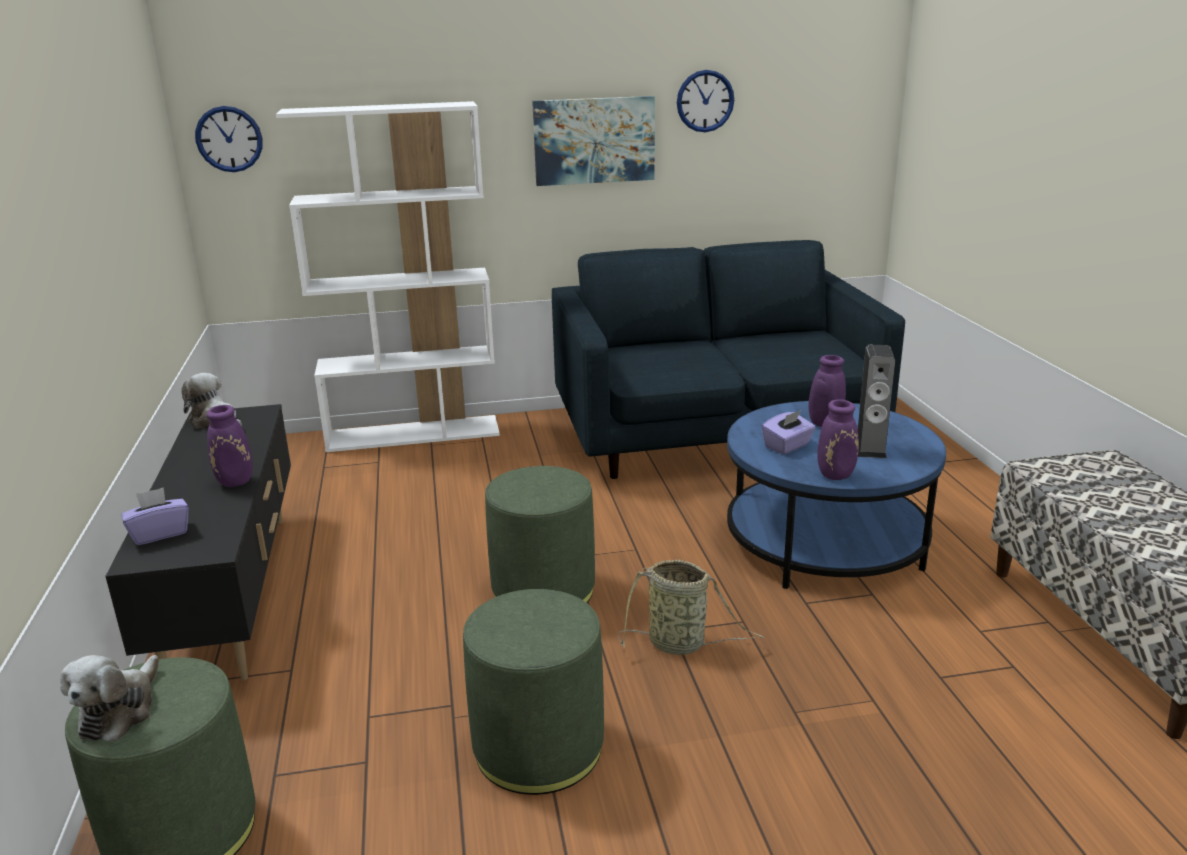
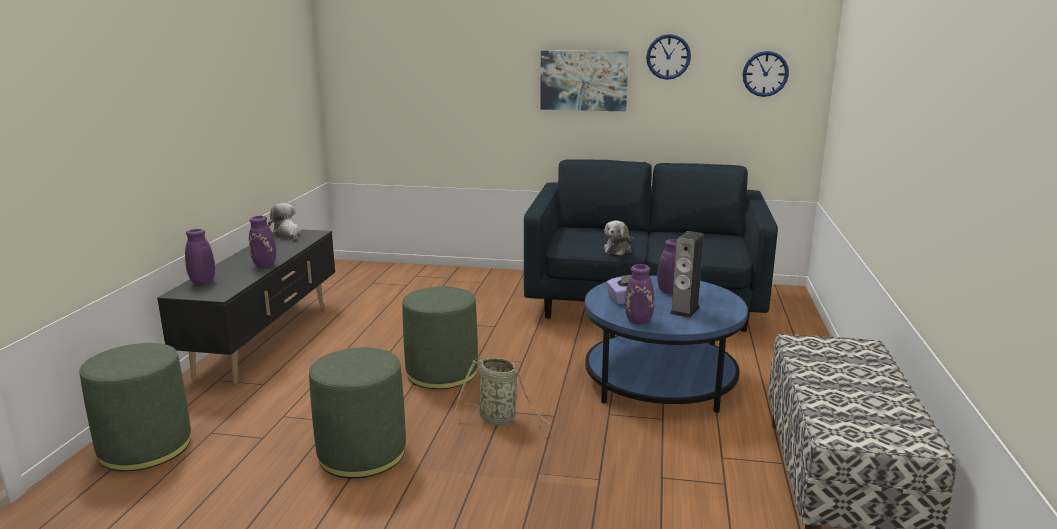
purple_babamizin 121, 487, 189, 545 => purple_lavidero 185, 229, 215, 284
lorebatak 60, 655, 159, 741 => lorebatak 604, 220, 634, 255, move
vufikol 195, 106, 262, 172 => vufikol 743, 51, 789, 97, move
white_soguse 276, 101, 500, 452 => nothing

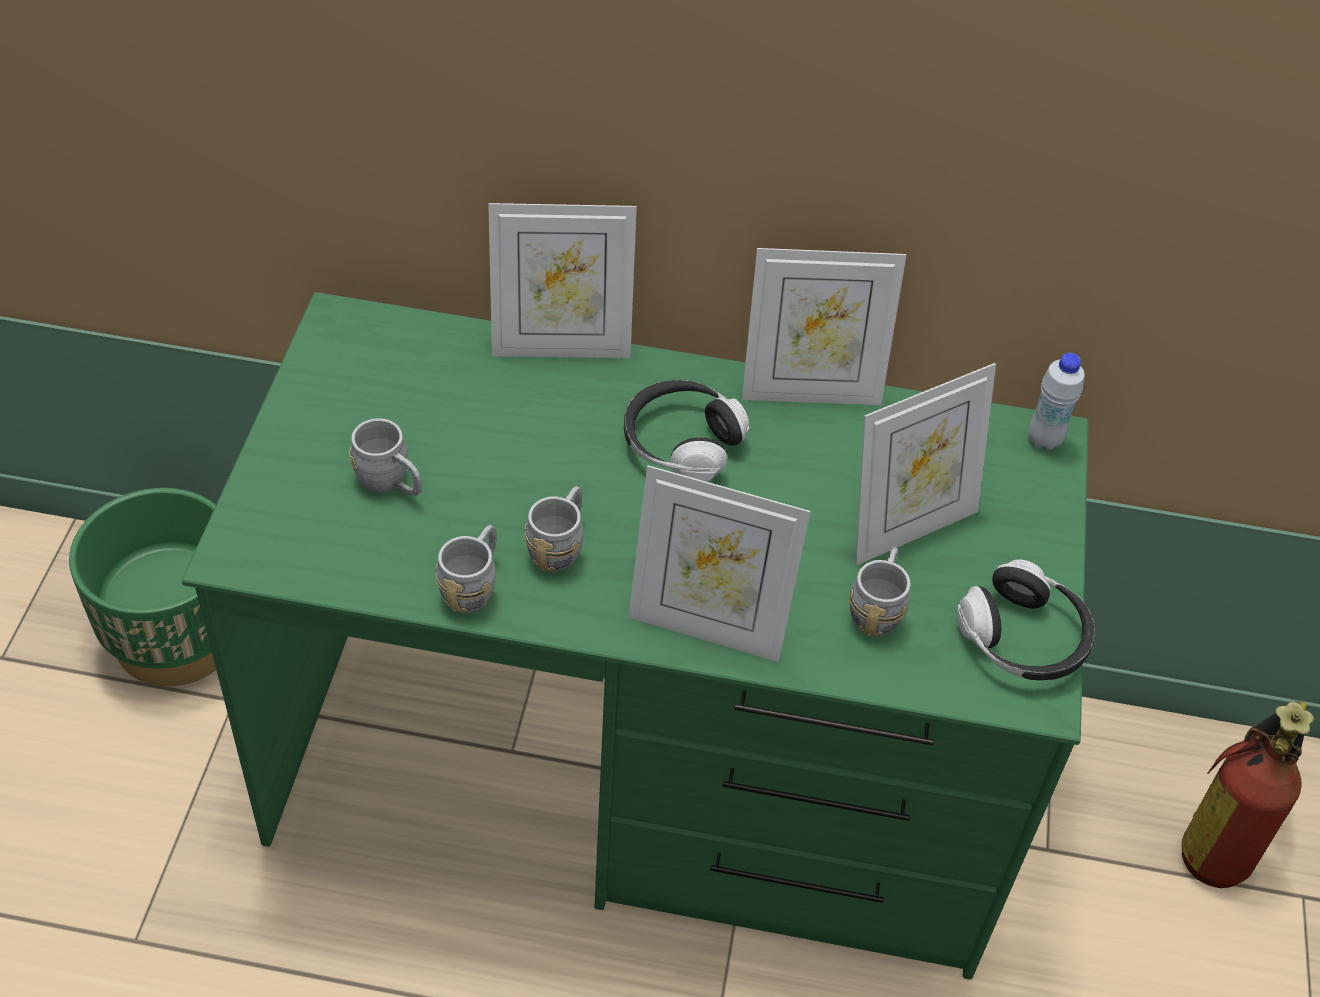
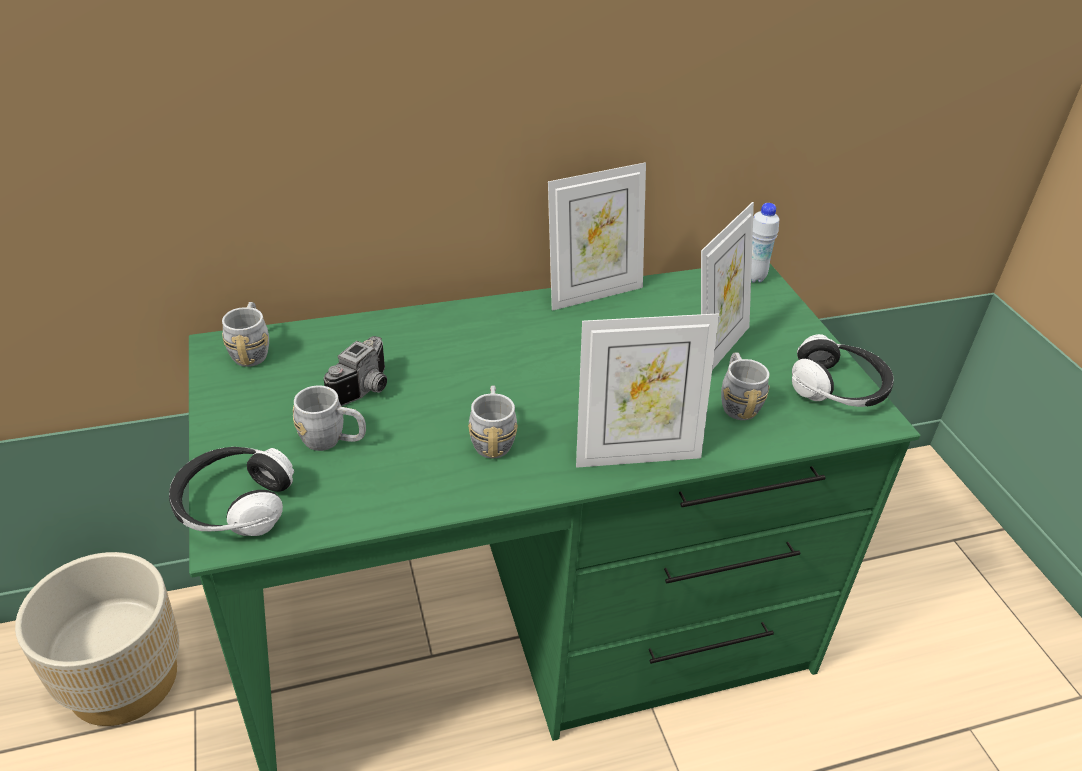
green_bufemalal 69, 488, 216, 686 => beige_bufemalal 15, 552, 179, 726
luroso 624, 380, 749, 482 => luroso 169, 447, 294, 536, move
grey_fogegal 436, 525, 497, 613 => grey_fogegal 222, 302, 269, 367, move
nothing => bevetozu 323, 336, 387, 406
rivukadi 488, 203, 637, 358 => nothing
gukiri 1182, 701, 1314, 888 => nothing

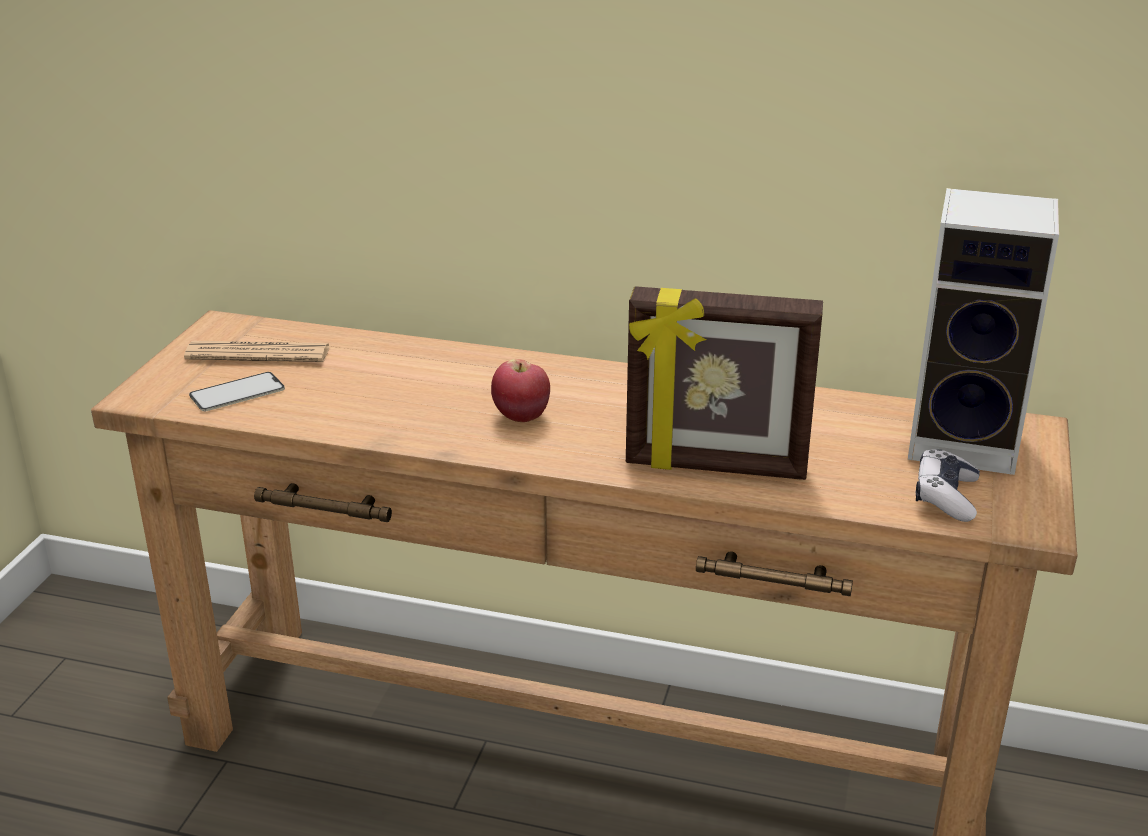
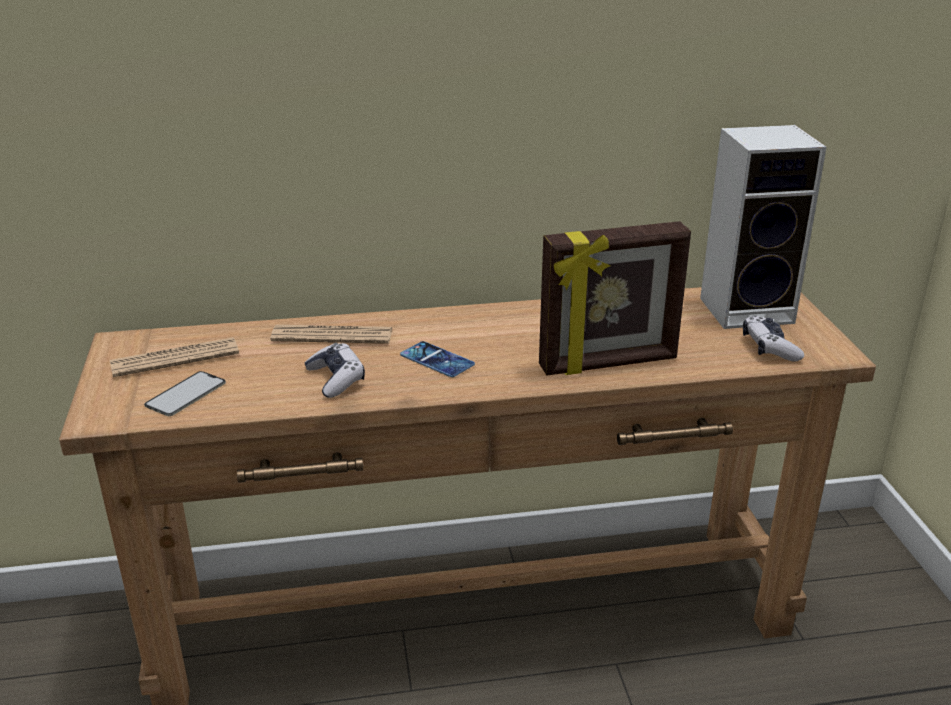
nothing => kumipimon 270, 325, 392, 344
nothing => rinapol 305, 343, 365, 398
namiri 491, 359, 550, 422 => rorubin 400, 341, 475, 377

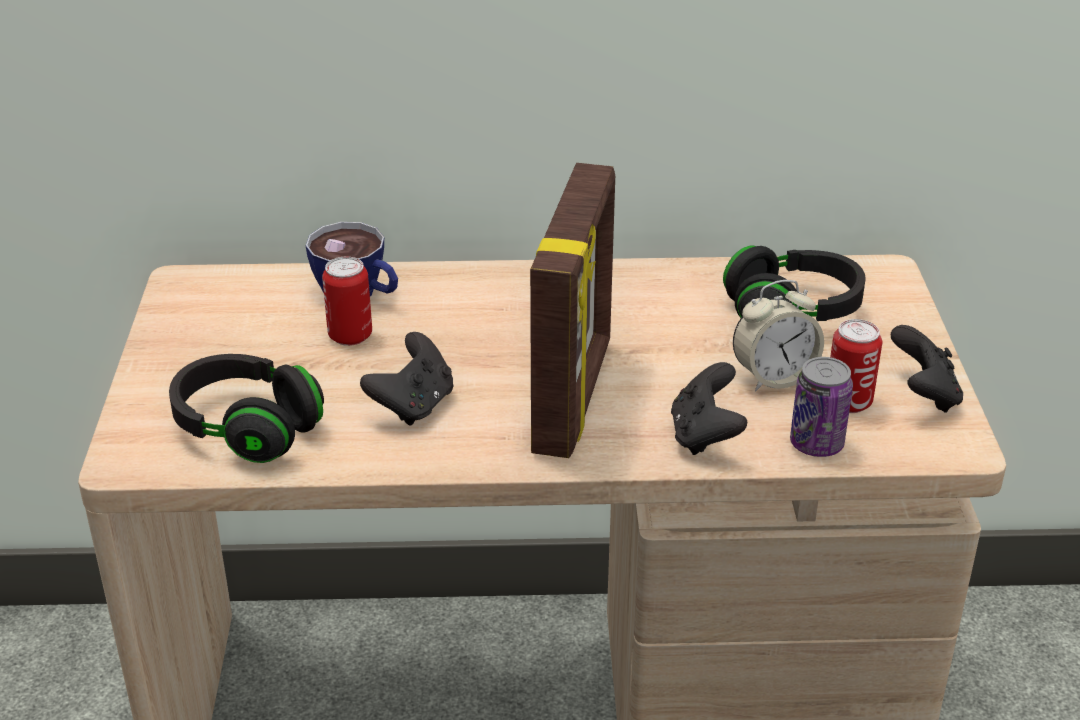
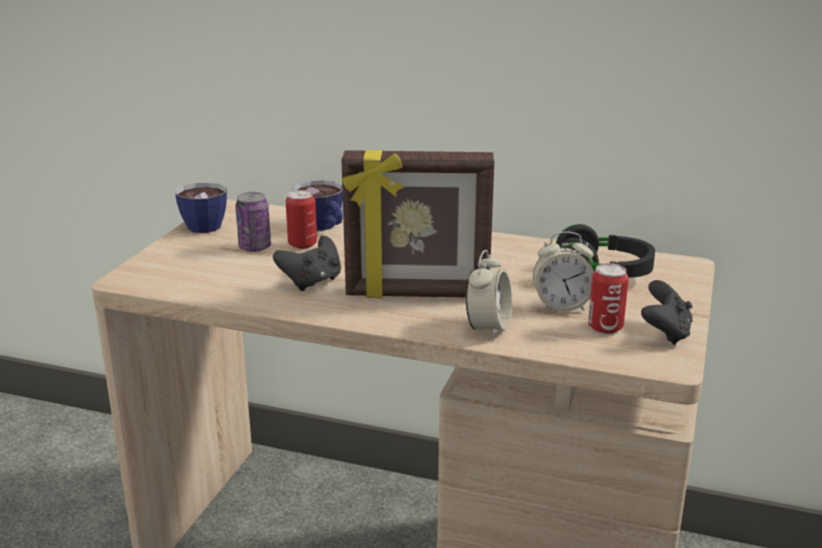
nothing => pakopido 175, 182, 227, 233
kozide 790, 357, 853, 457 => kozide 235, 192, 271, 252, move
rivukadi 530, 163, 615, 458 => rivukadi 341, 150, 494, 298, 60 degrees clockwise
black_rinapol 671, 362, 747, 455 => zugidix 466, 250, 512, 339
black_luroso 169, 354, 324, 463 => nothing

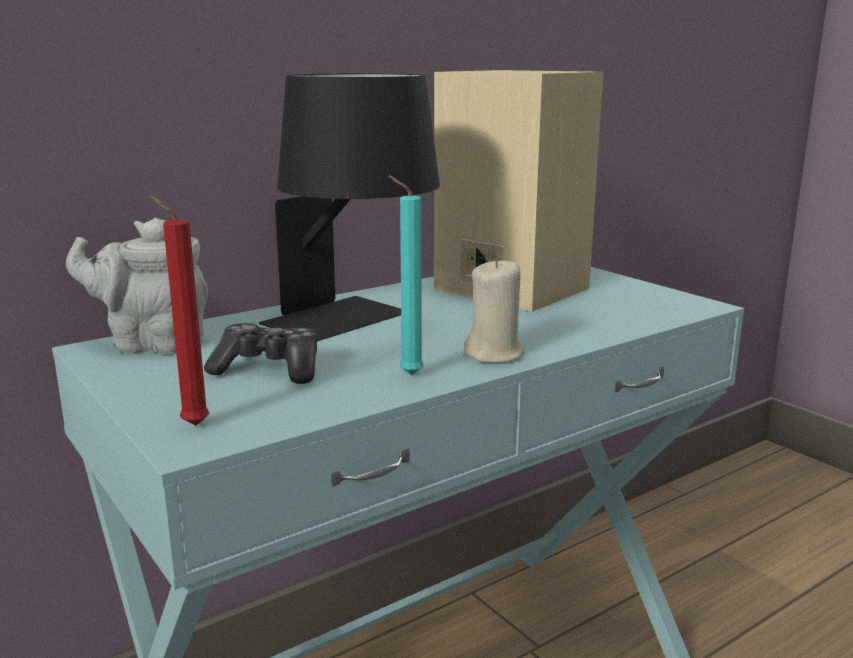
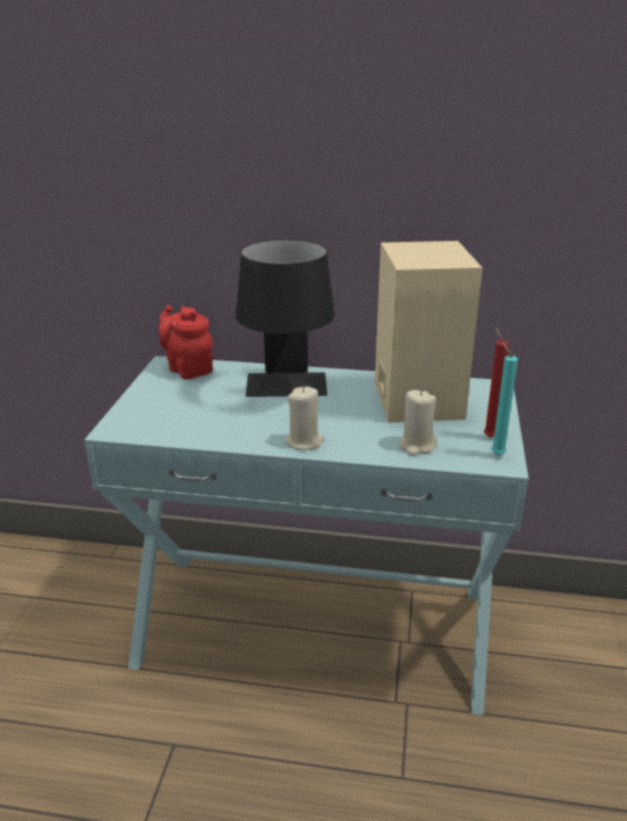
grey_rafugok 66, 218, 208, 354 => red_rafugok 158, 305, 213, 379
nothing => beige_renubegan 399, 390, 437, 455
red_renubegan 150, 196, 210, 426 => red_renubegan 484, 327, 509, 437, move
turquoise_renubegan 388, 175, 424, 375 => turquoise_renubegan 491, 342, 518, 455, move
rinapol 204, 323, 317, 384 => nothing

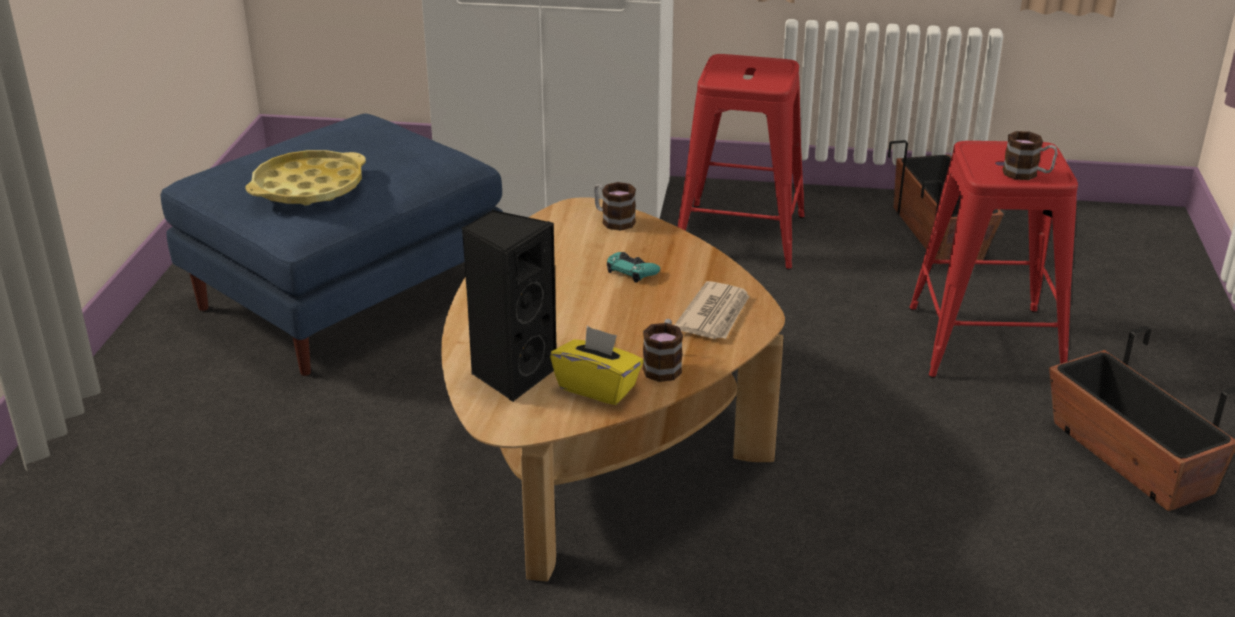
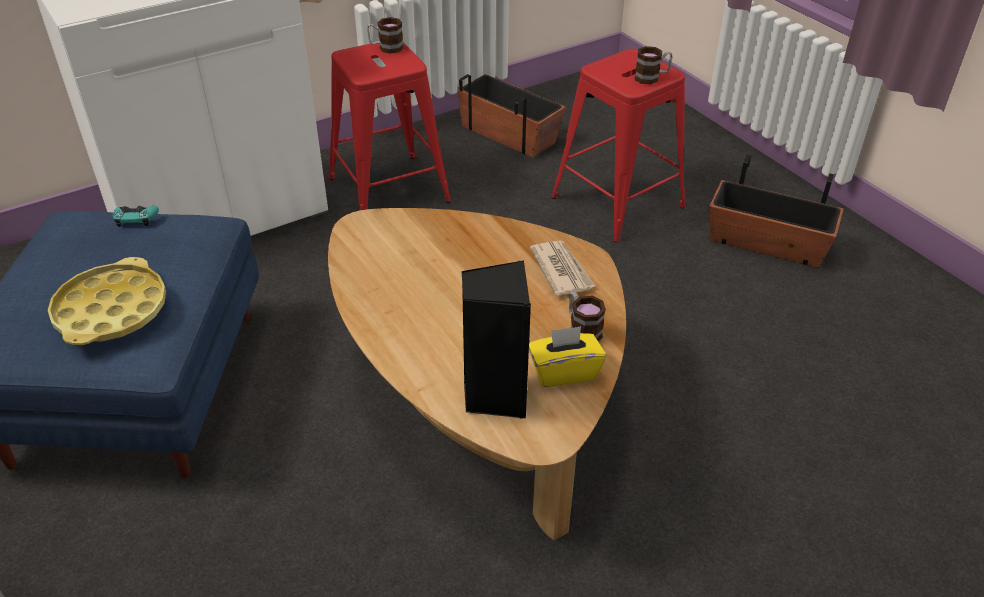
turquoise_rinapol 607, 252, 660, 283 => turquoise_rinapol 113, 206, 159, 227, move
fogegal 594, 182, 636, 231 => fogegal 367, 17, 404, 54, move

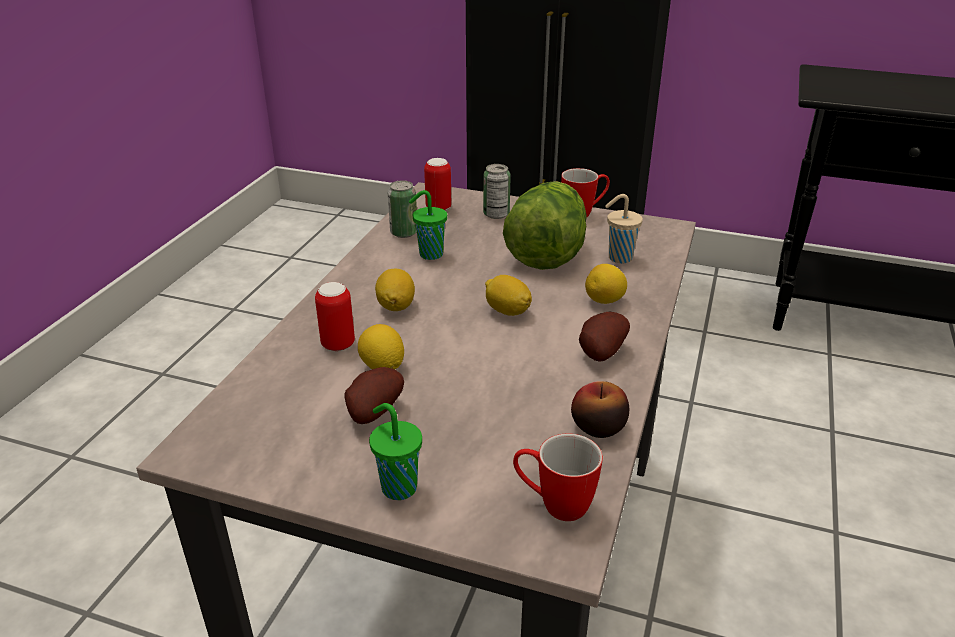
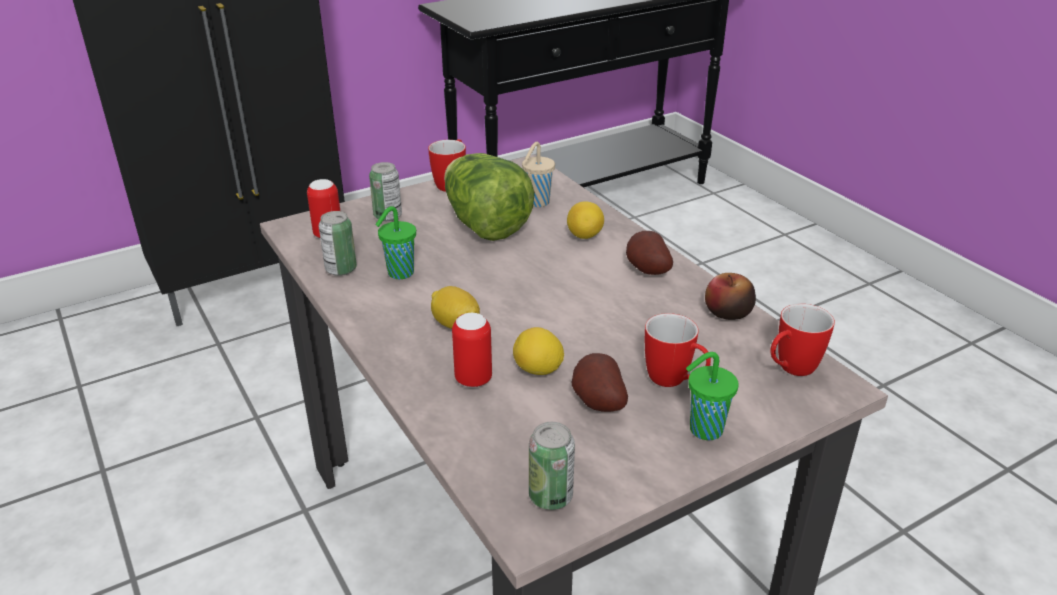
nothing => kozide 529, 422, 575, 510
nothing => fogegal 645, 313, 711, 387
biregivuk 485, 275, 532, 316 => nothing

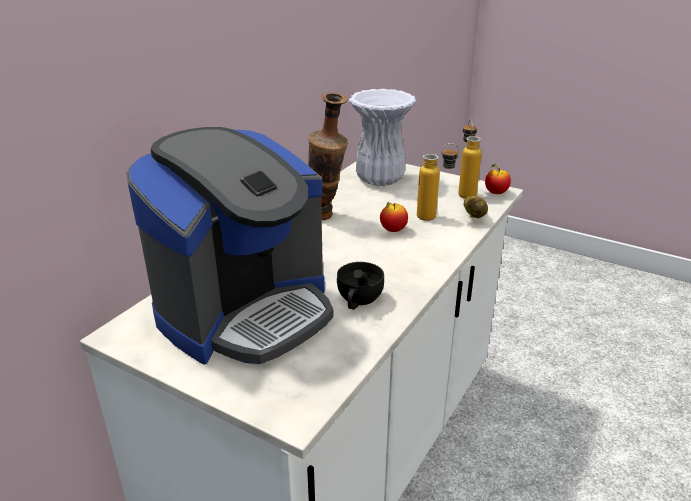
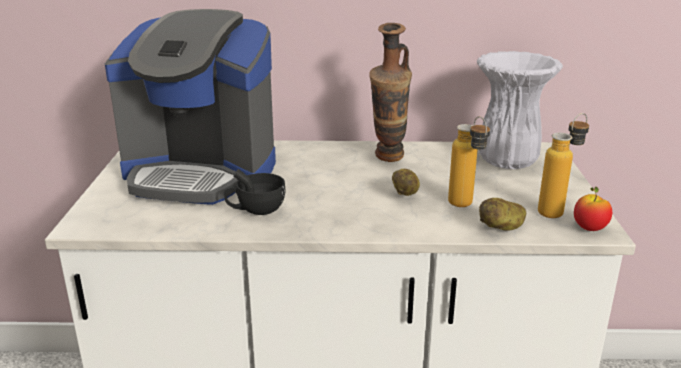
namiri 380, 202, 408, 232 => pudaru 392, 169, 420, 196

